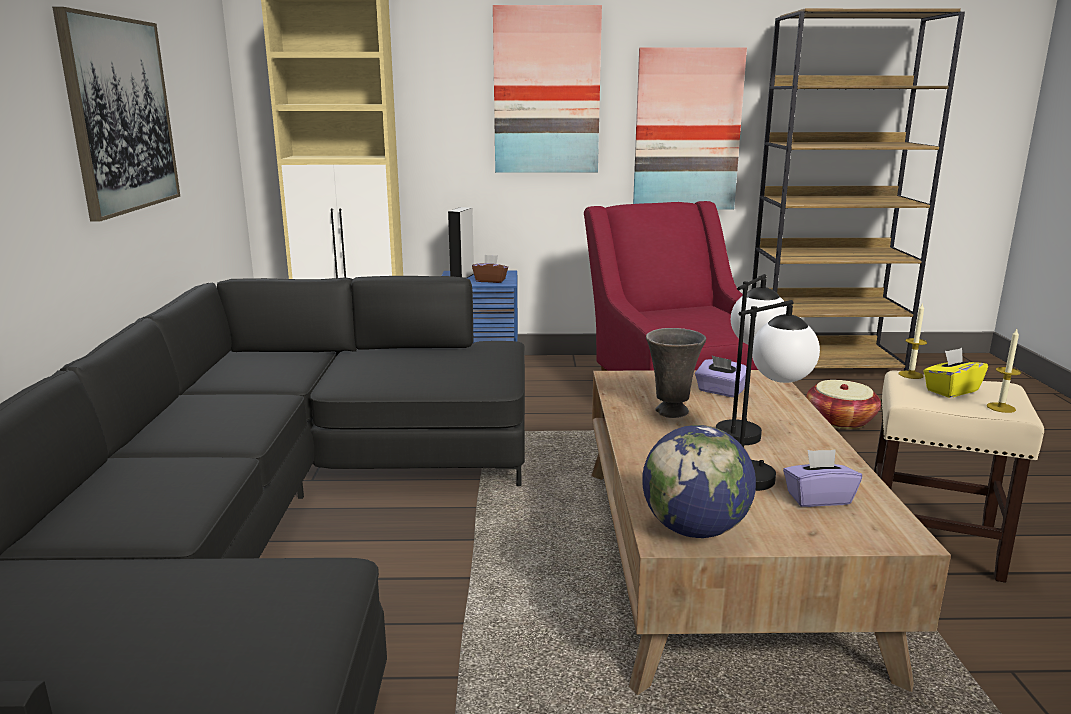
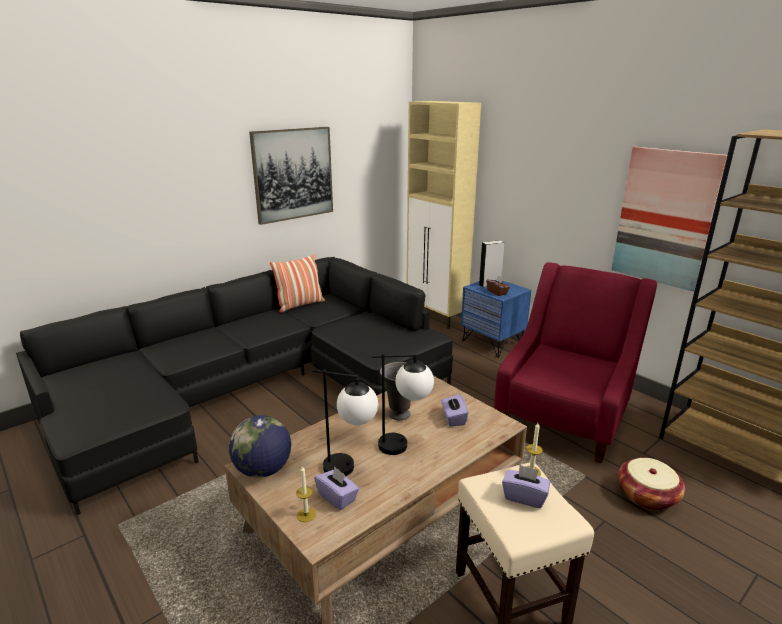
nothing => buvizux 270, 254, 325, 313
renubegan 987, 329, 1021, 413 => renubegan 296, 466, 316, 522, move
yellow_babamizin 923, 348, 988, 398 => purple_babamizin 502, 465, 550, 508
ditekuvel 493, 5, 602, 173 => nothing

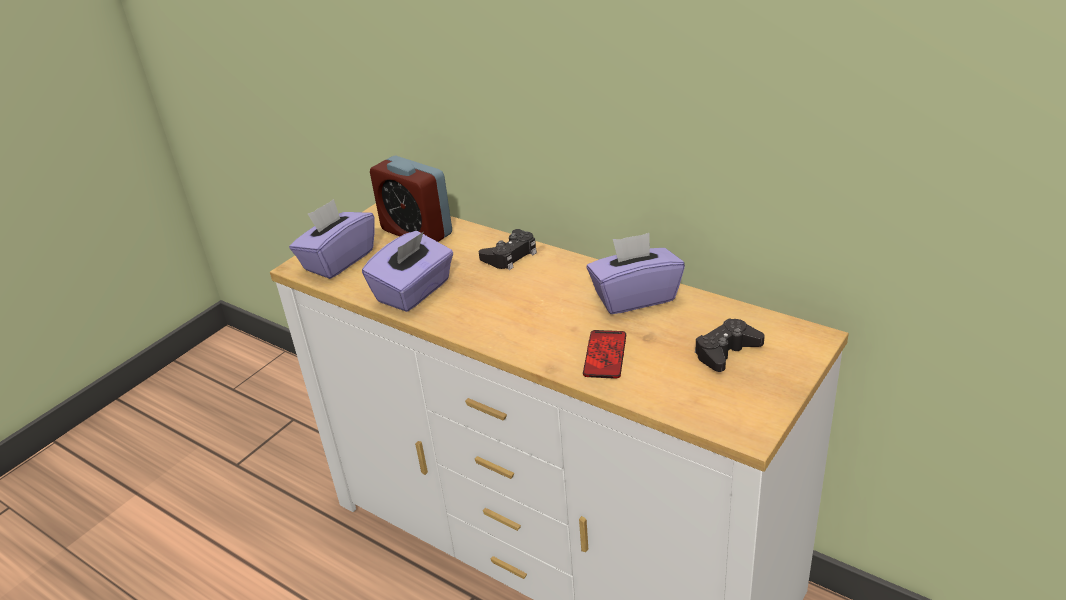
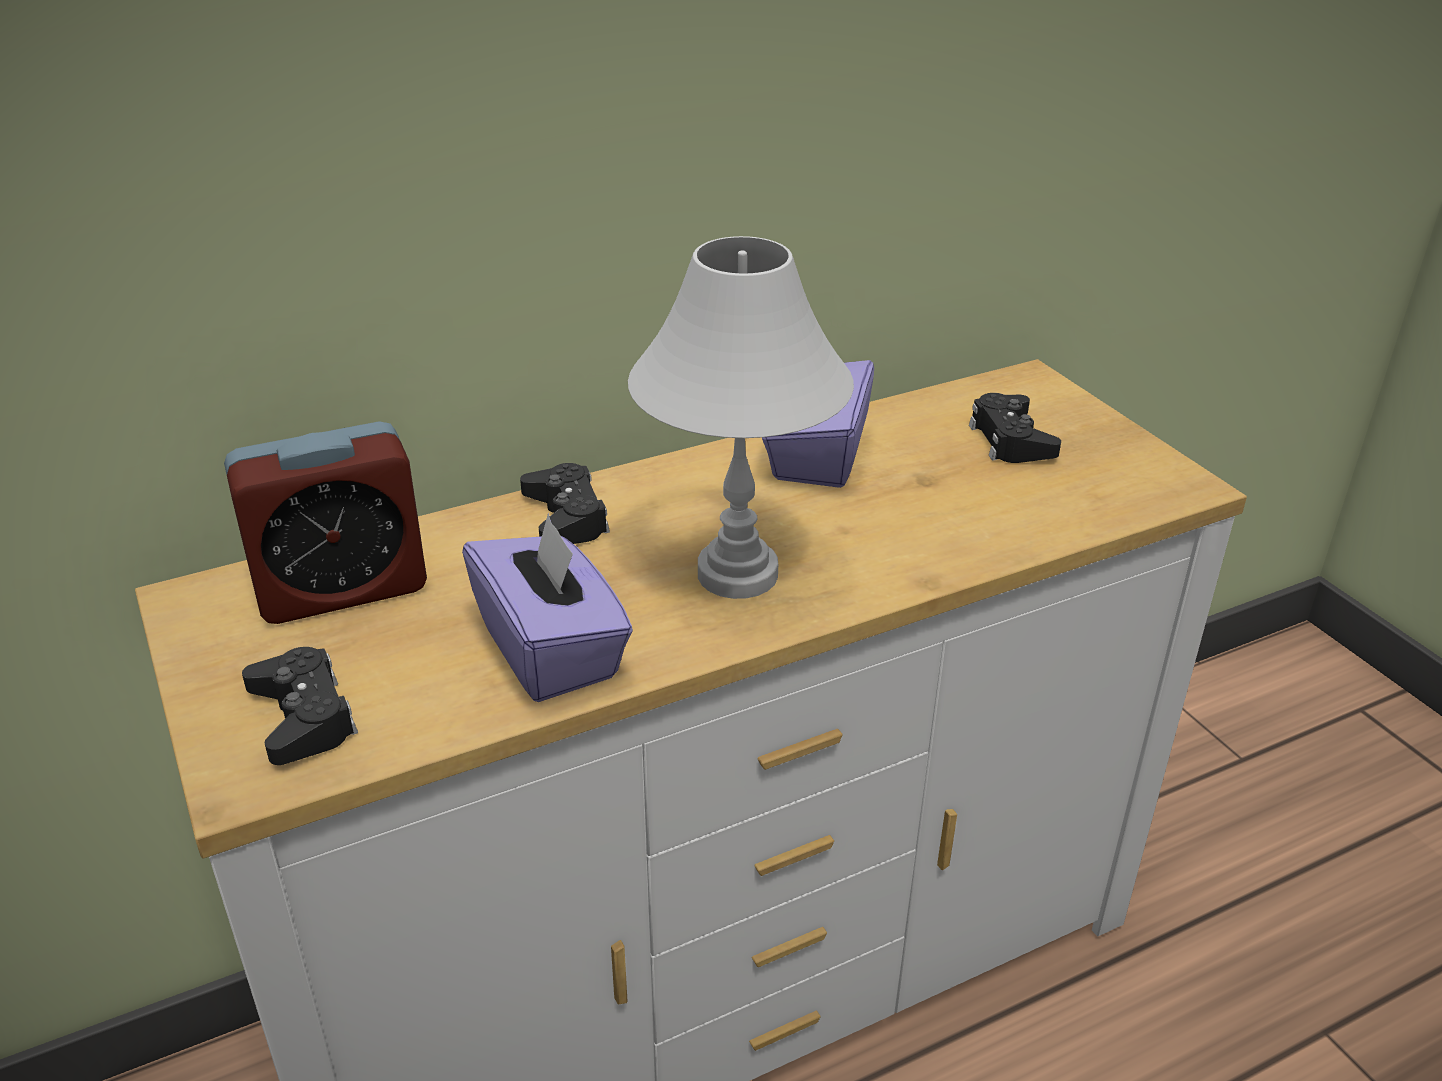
purple_babamizin 289, 199, 375, 279 => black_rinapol 242, 647, 358, 765
nothing => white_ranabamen 628, 236, 854, 599
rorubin 583, 330, 626, 379 => nothing

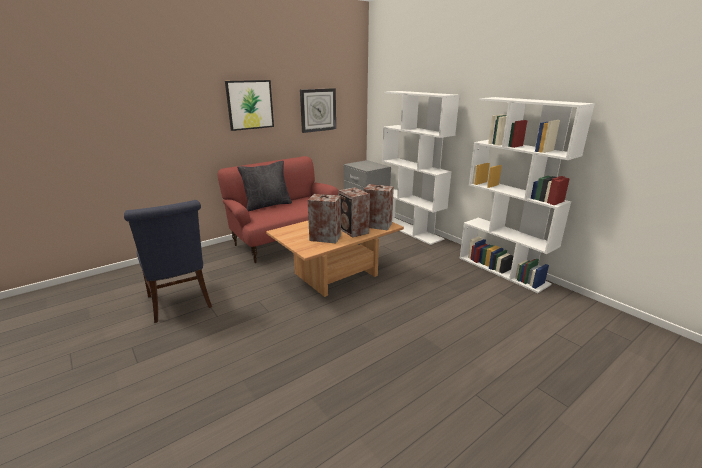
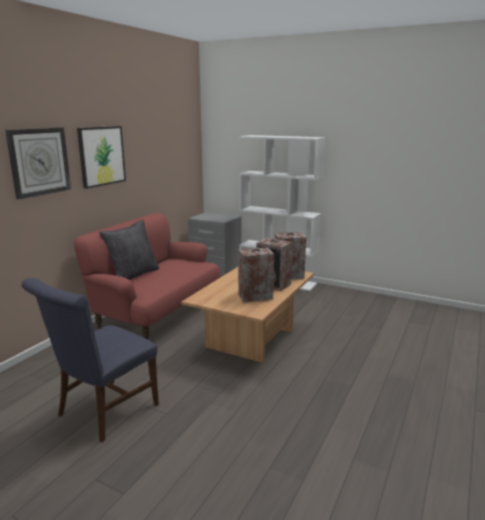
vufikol 300, 88, 336, 133 => vufikol 5, 127, 71, 199, move
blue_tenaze 124, 200, 212, 323 => blue_tenaze 21, 278, 159, 442, 90 degrees clockwise
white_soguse 460, 97, 595, 293 => nothing

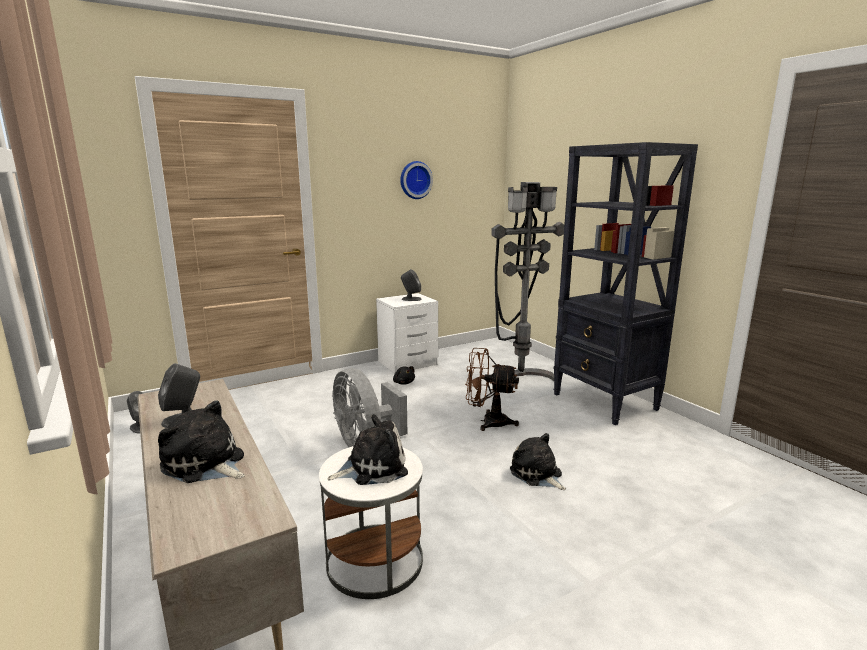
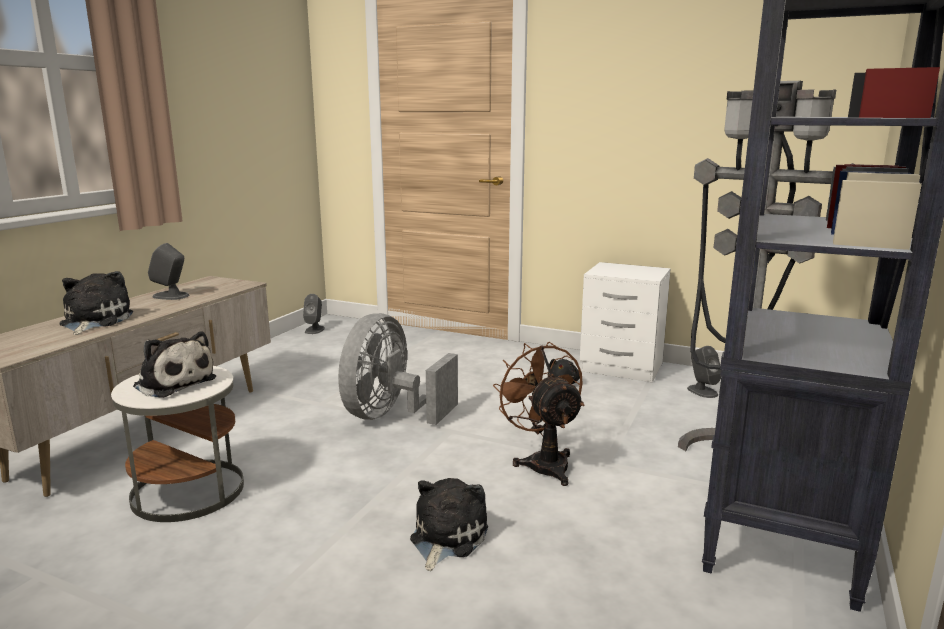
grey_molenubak 401, 269, 422, 301 => grey_molenubak 687, 346, 721, 398, move
vufikol 400, 161, 433, 199 => nothing

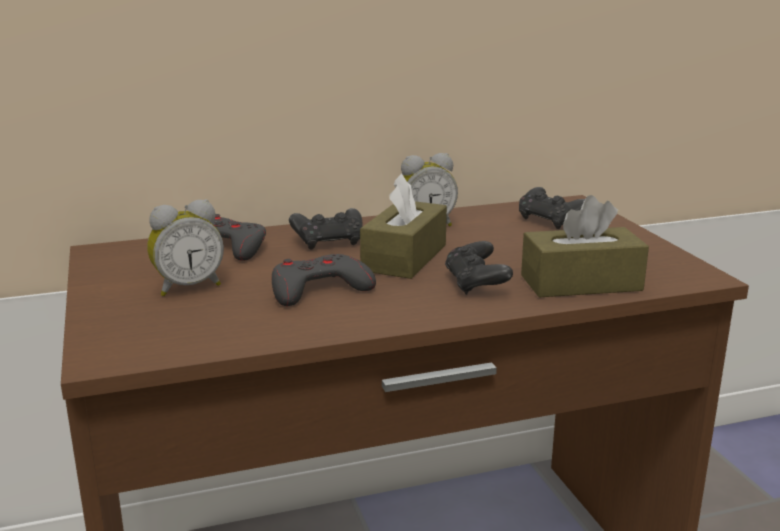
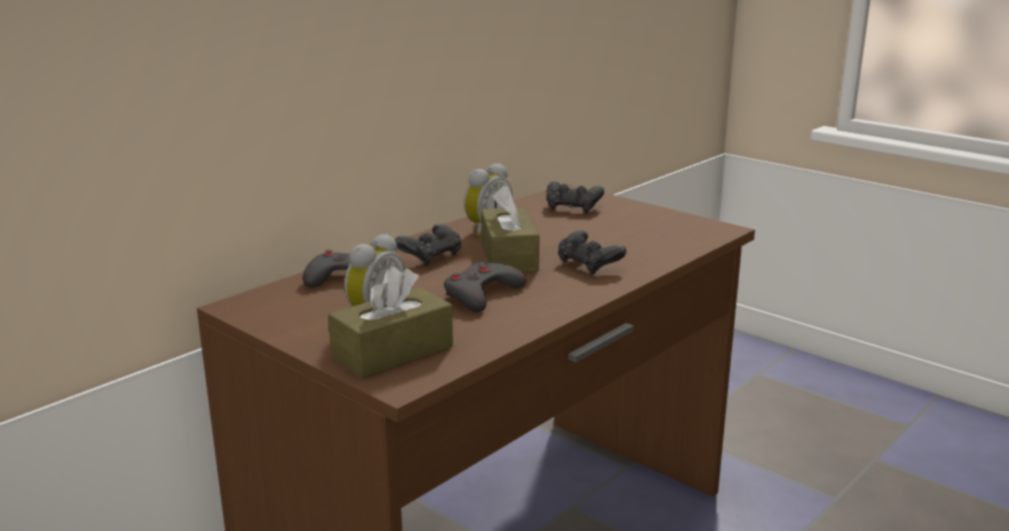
brown_babamizin 521, 195, 649, 297 => brown_babamizin 328, 266, 453, 378, move

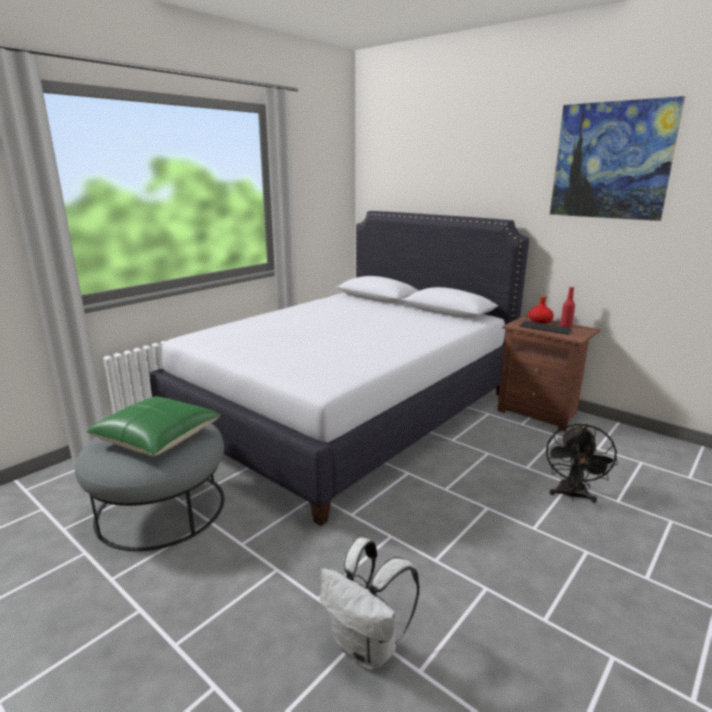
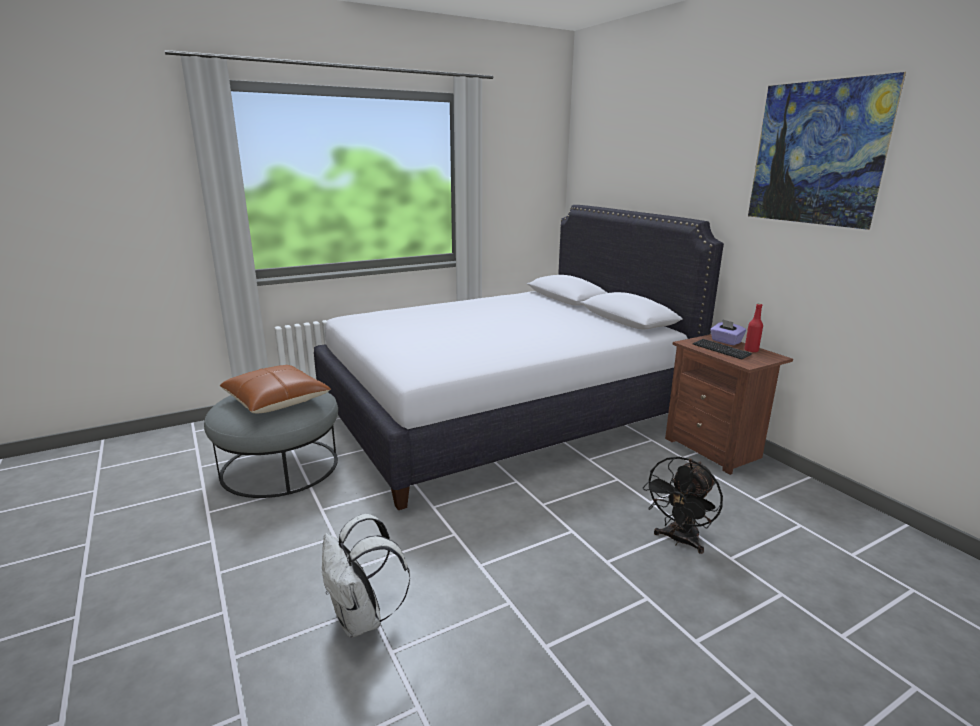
green_buvizux 86, 396, 221, 456 => brown_buvizux 220, 365, 331, 413
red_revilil 528, 296, 554, 324 => purple_babamizin 710, 319, 746, 345

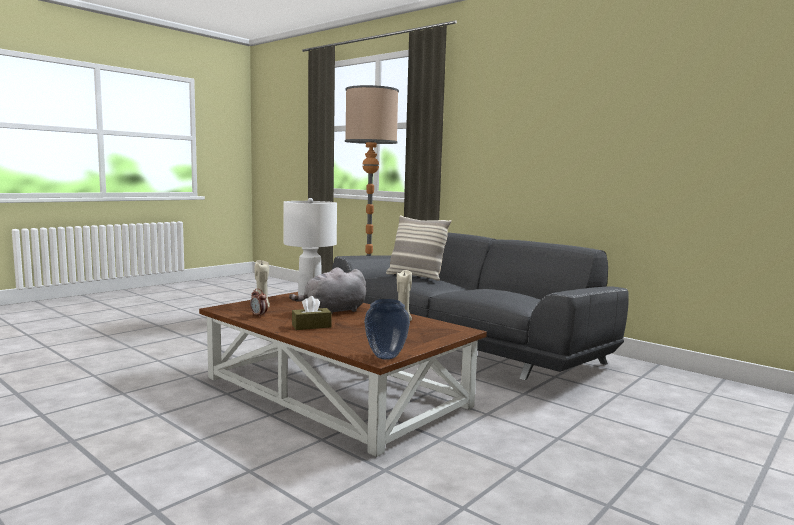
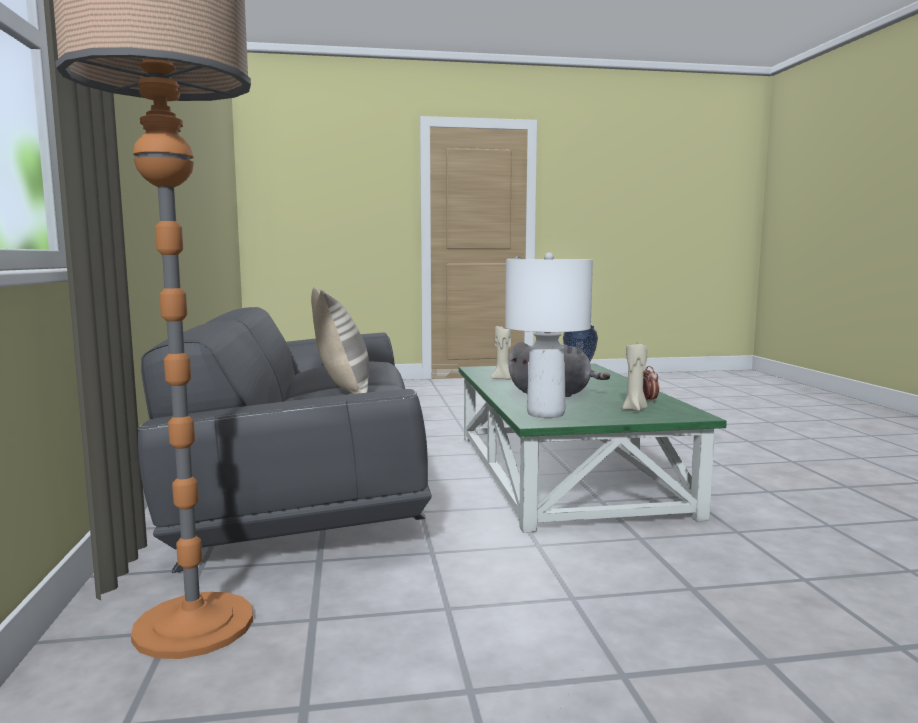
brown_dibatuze 199, 292, 487, 457 => green_dibatuze 459, 363, 727, 533
brown_babamizin 292, 296, 332, 330 => nothing

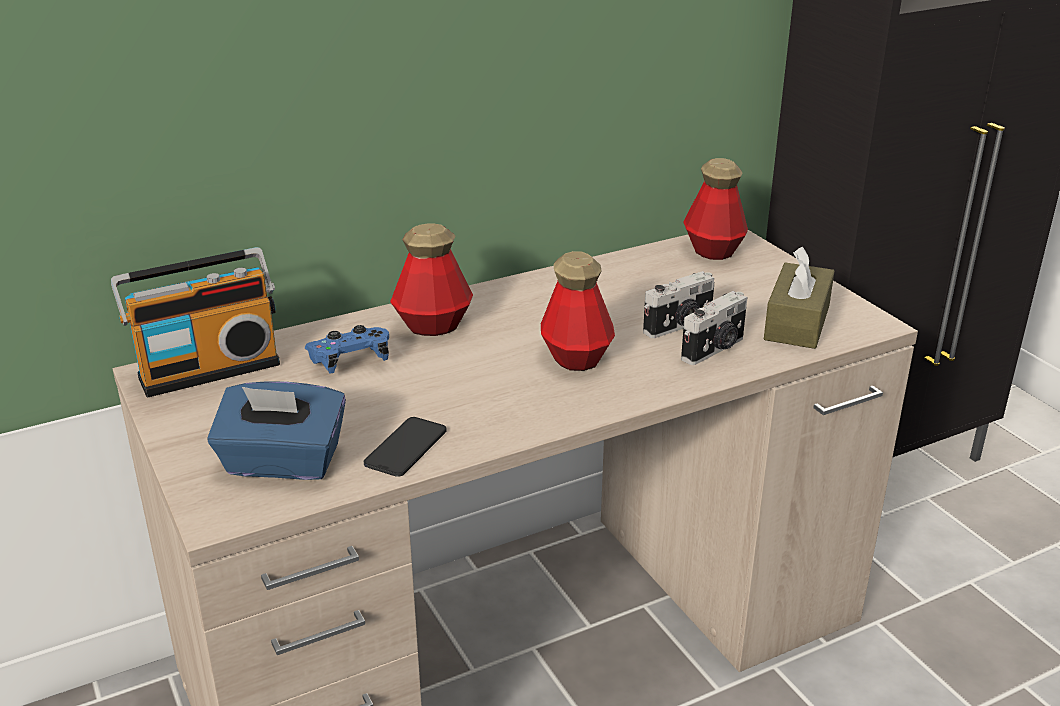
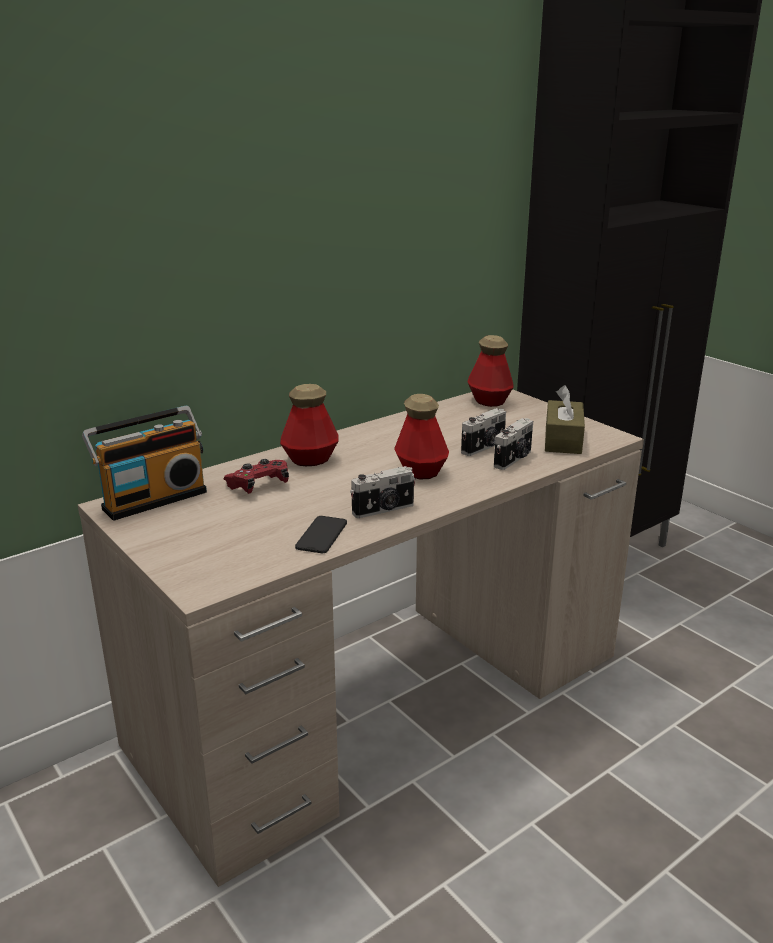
blue_rinapol 305, 325, 389, 374 => red_rinapol 224, 459, 289, 494
nothing => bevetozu 350, 466, 415, 518
blue_babamizin 207, 382, 346, 480 => nothing

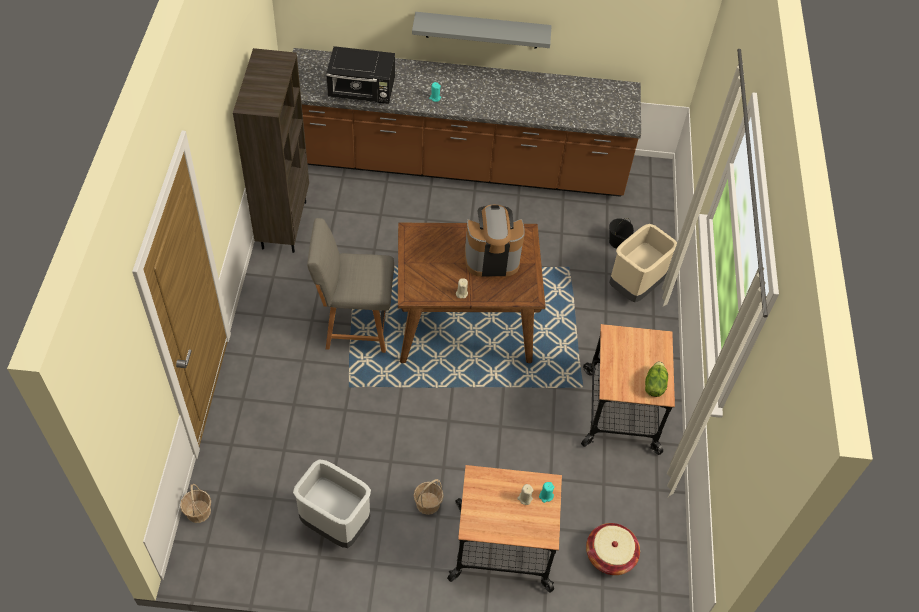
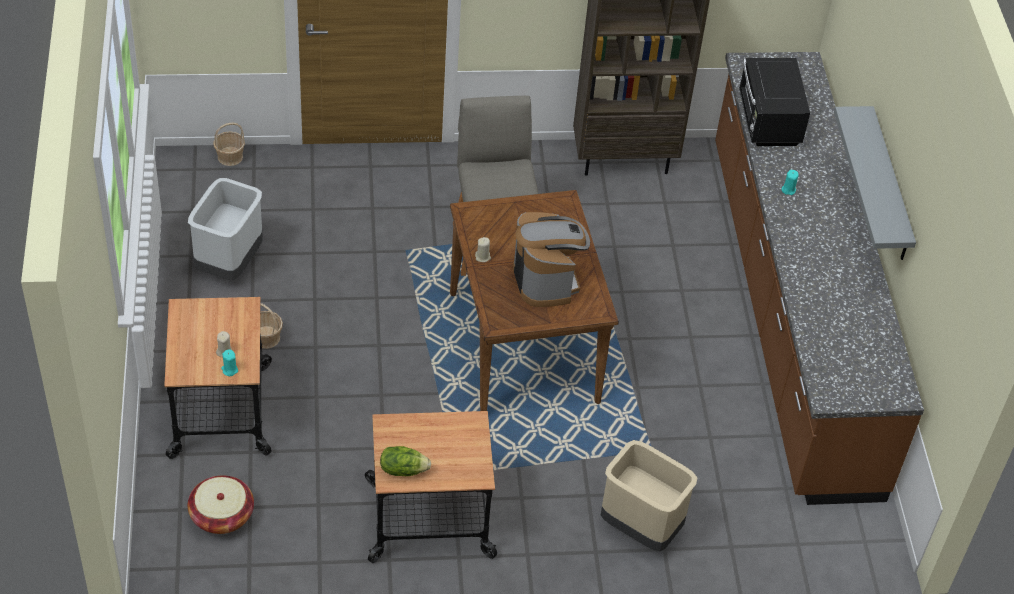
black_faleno 609, 218, 634, 249 => nothing

